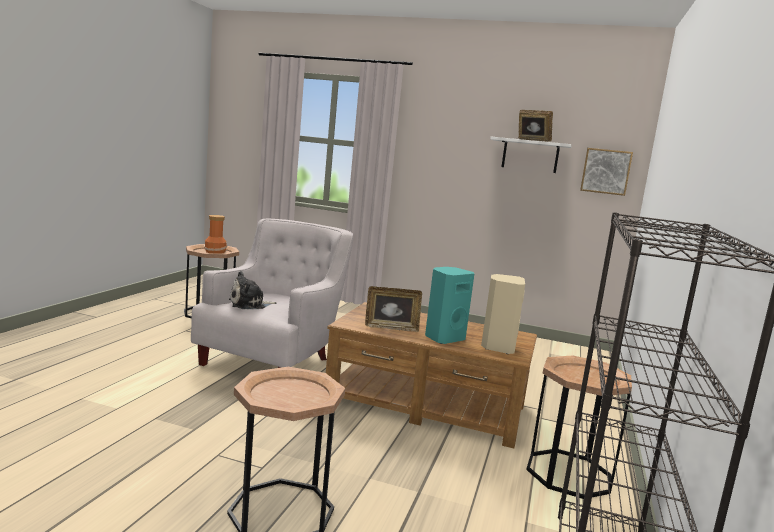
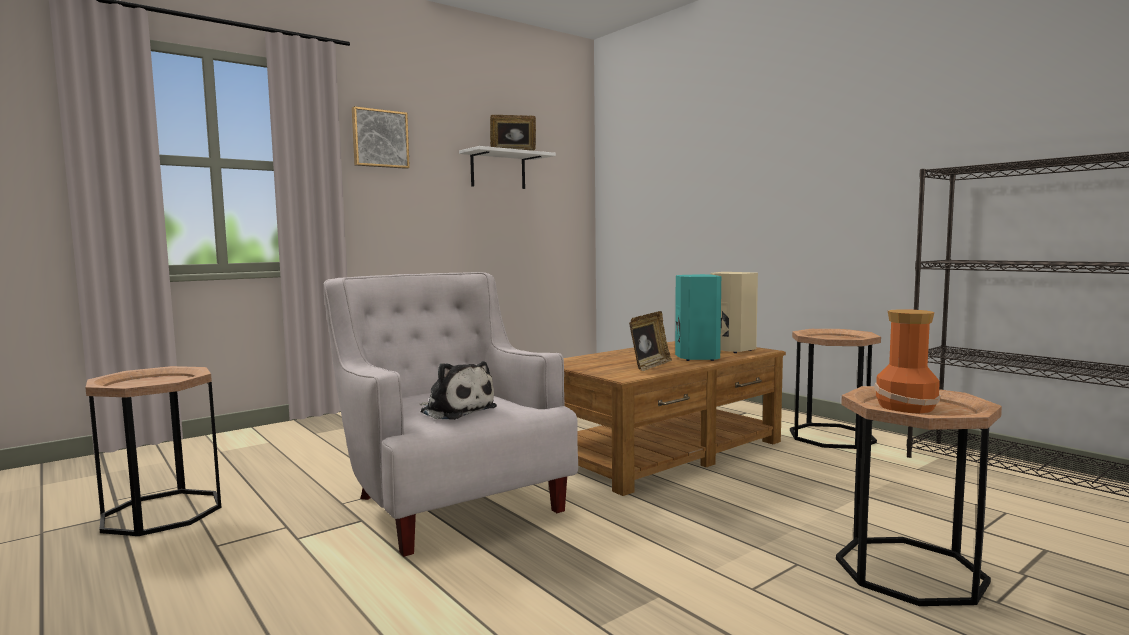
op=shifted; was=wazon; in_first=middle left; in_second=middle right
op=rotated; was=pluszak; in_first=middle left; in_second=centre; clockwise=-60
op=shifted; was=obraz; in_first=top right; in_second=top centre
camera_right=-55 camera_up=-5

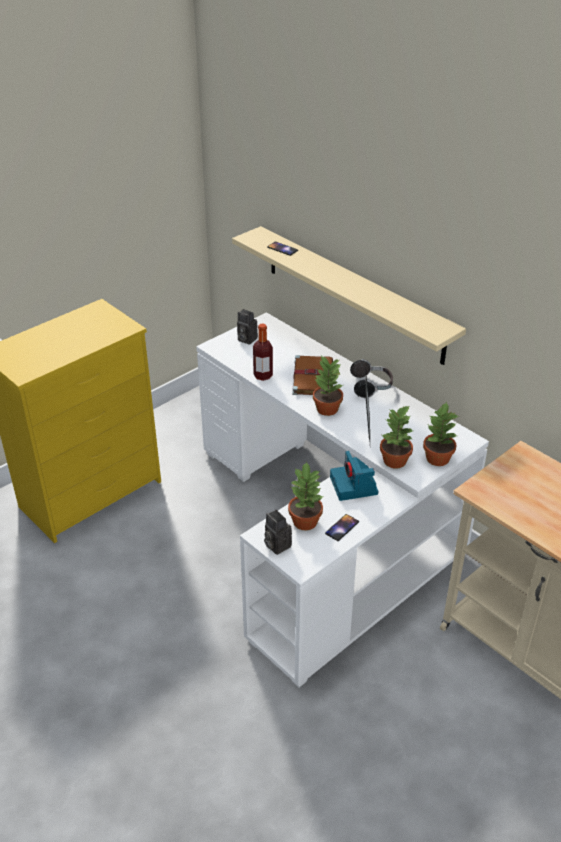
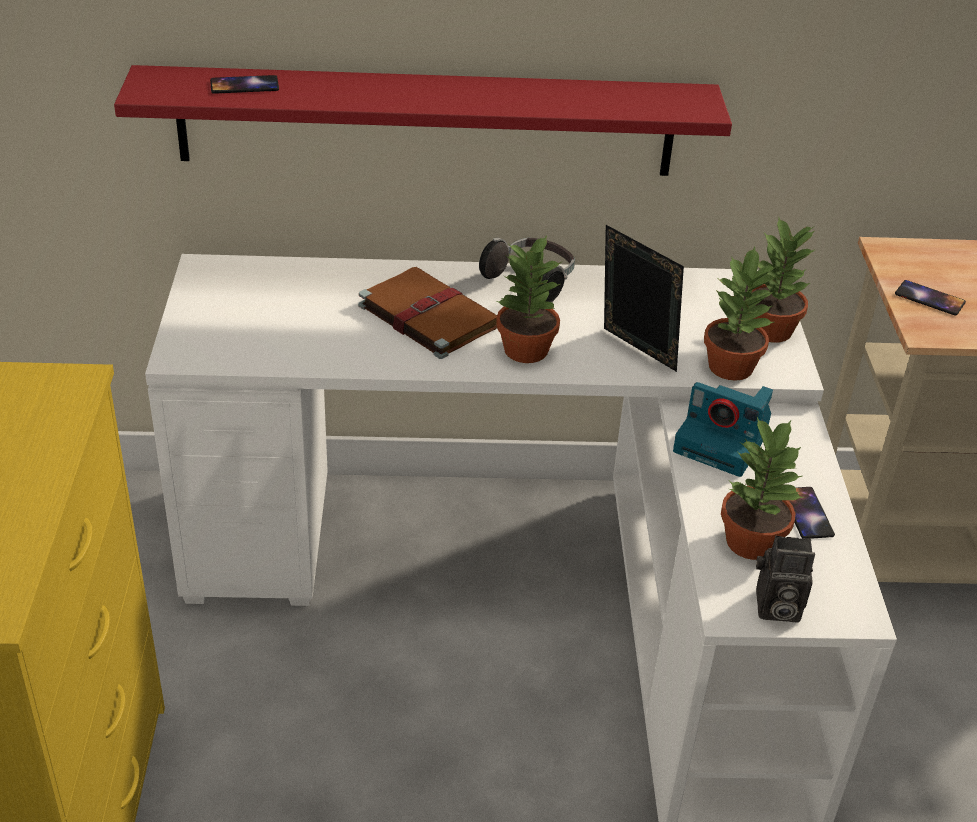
op=repainted; was=półka/beżowy; now=półka/czerwony; in_first=centre; in_second=top centre
op=gone; was=aparat fotograficzny (no. 1 from left); in_first=centre
op=gone; was=butelka; in_first=centre
op=new; now=telefon (no. 3 from left); in_second=middle right
camera_right=-50 camera_up=0

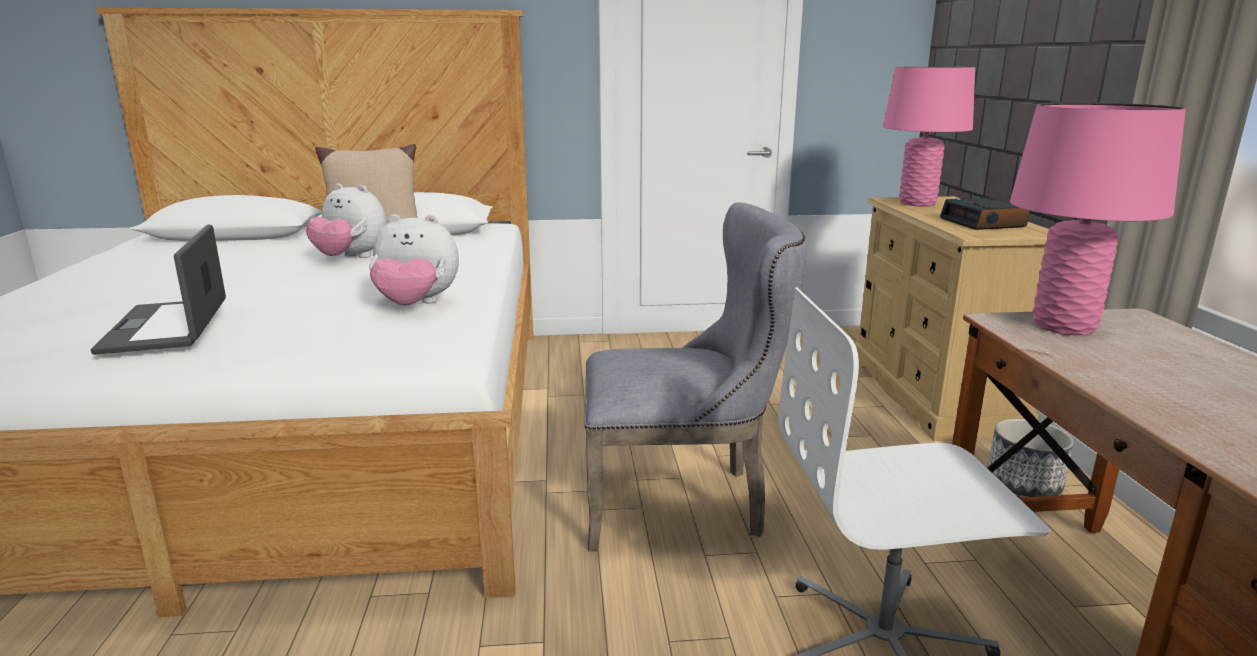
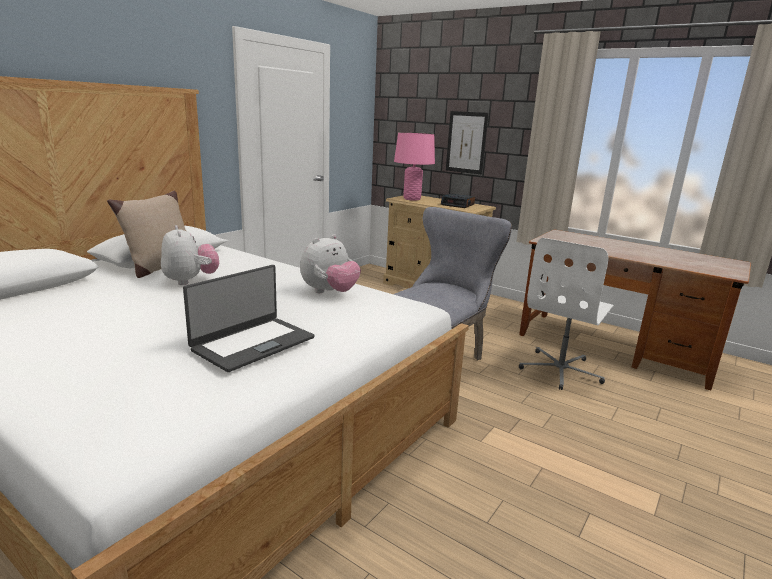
op=rotated; was=laptop; in_first=middle left; in_second=middle left; clockwise=-75
op=rotated; was=pluszak (no. 1 from left); in_first=middle left; in_second=middle left; clockwise=-90
op=gone; was=donica; in_first=bottom right
op=gone; was=lampa stołowa/różowy (no. 2 from left); in_first=middle right
op=new; now=obraz; in_second=top centre
camera_right=-50 camera_up=0

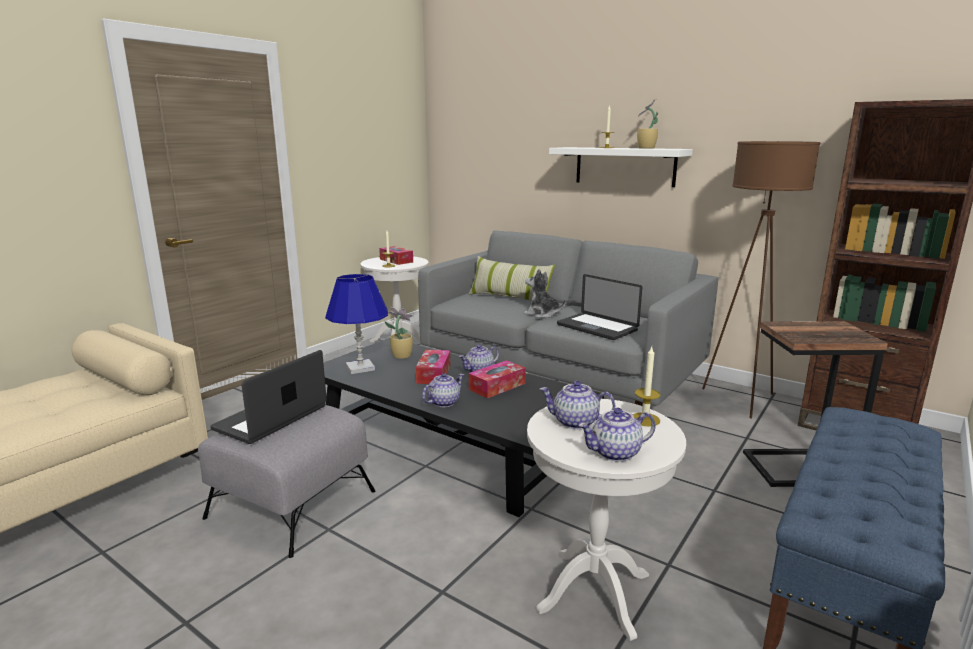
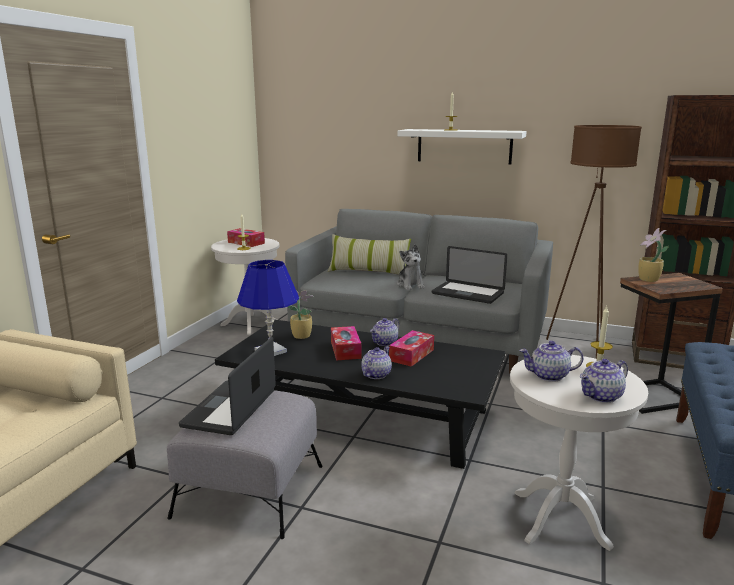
op=rotated; was=pluszak; in_first=centre; in_second=centre; clockwise=-120
op=shifted; was=roślina doniczkowa (no. 2 from left); in_first=top centre; in_second=middle right
camera_right=-15 camera_up=0

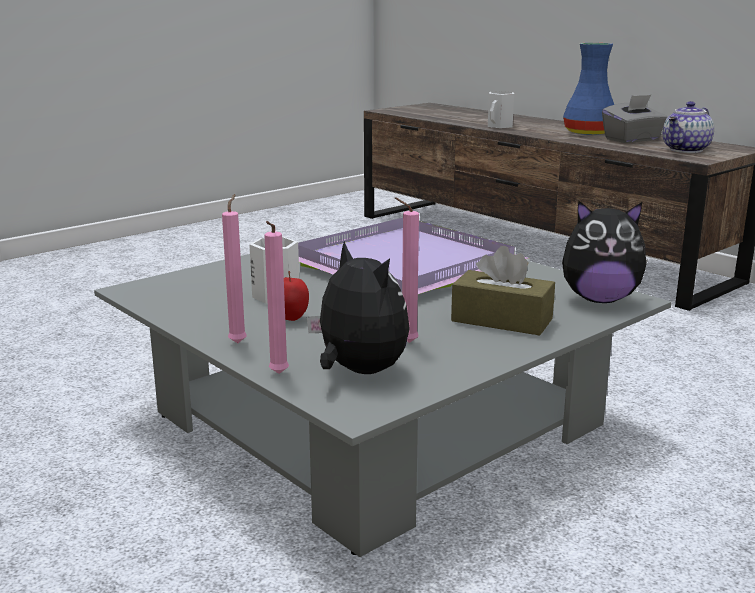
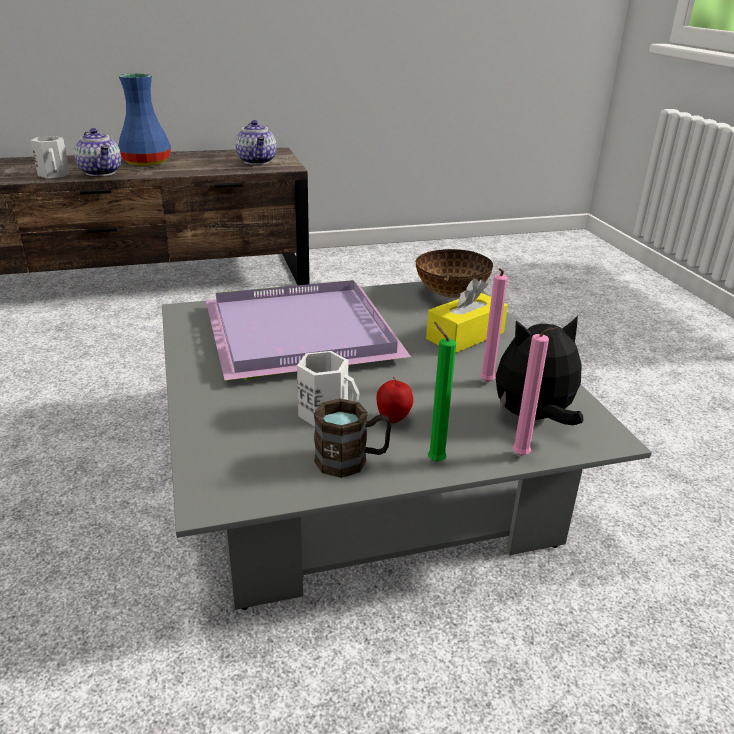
op=repainted; was=świeca/różowy (no. 1 from left); now=świeca/zielony; in_first=middle left; in_second=centre
op=repainted; was=pudełko chusteczek/brązowy; now=pudełko chusteczek/żółty; in_first=centre; in_second=centre
op=swapped; was=pluszak (no. 2 from left); now=miska; in_first=middle right; in_second=centre
op=gone; was=pudełko chusteczek/szary; in_first=top right
op=new; now=imbryk (no. 1 from left); in_second=top left
op=new; now=kubek/brązowy; in_second=centre
camera_right=-65 camera_up=10

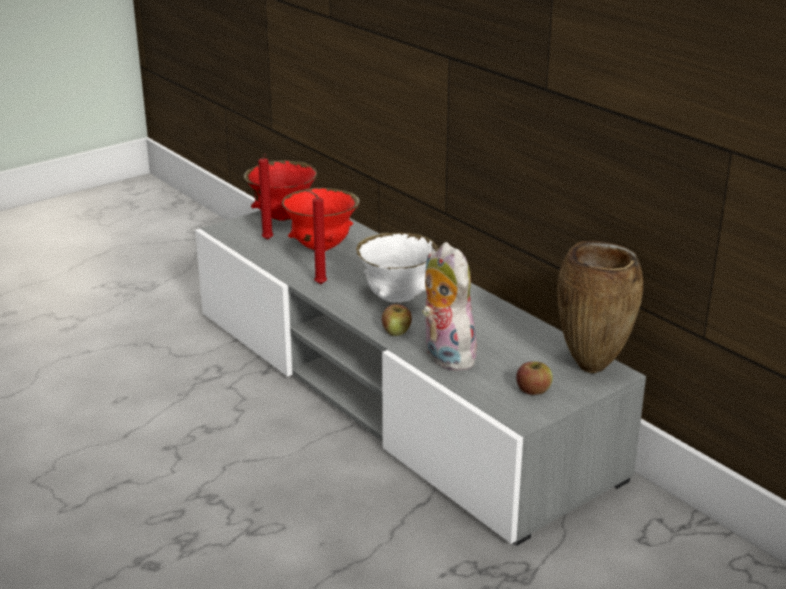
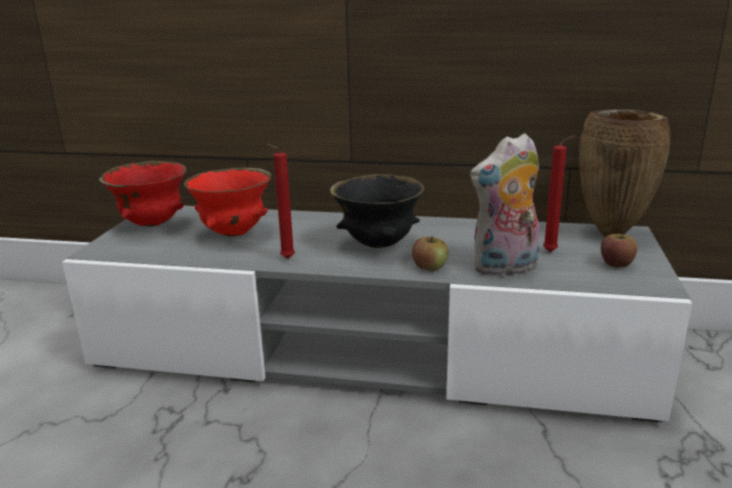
op=shifted; was=świeca/czerwony (no. 1 from left in the first image); now=świeca/czerwony (no. 2 from left); in_first=centre; in_second=middle right
op=repainted; was=miska/biały; now=miska/czarny; in_first=centre; in_second=centre
op=rotated; was=pluszak; in_first=centre; in_second=middle right; clockwise=-45
camera_right=-40 camera_up=-5

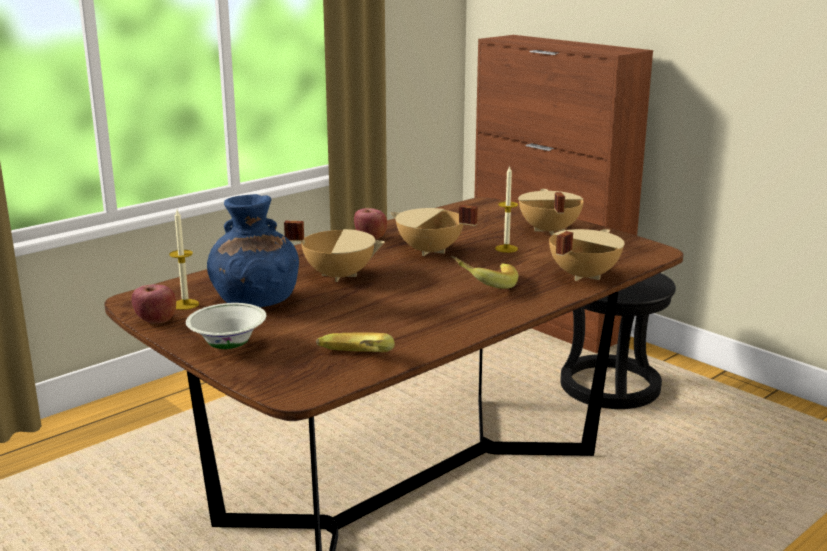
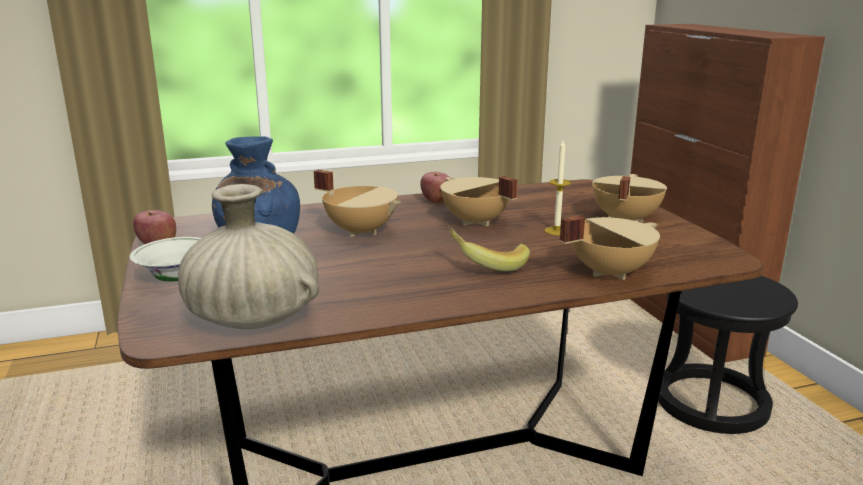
op=gone; was=świeca (no. 1 from left); in_first=middle left
op=swapped; was=banan (no. 1 from left); now=wazon/beżowy; in_first=centre; in_second=middle left
camera_right=25 camera_up=0

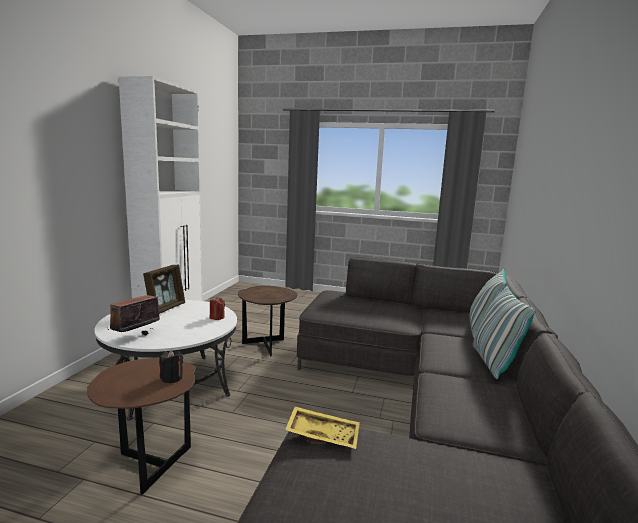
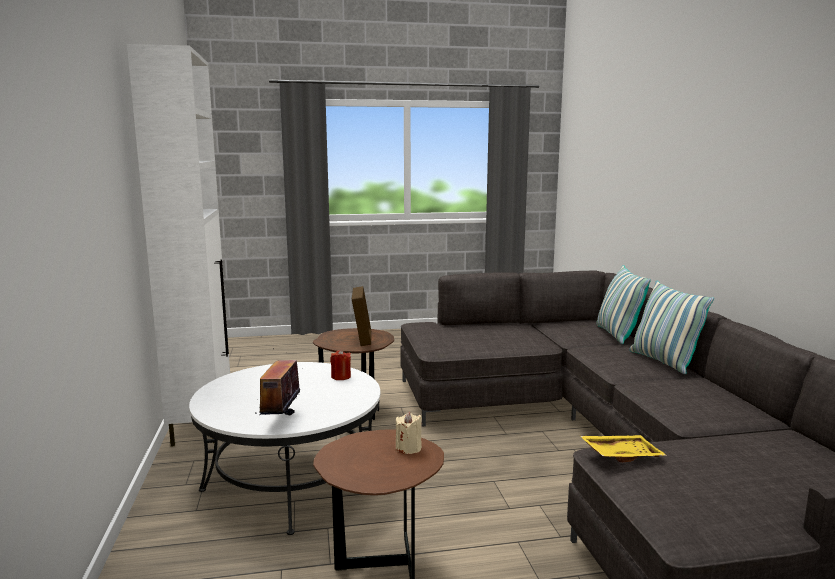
op=shifted; was=ramka na zdjęcie; in_first=middle left; in_second=centre
op=repainted; was=świeca/czarny; now=świeca/beżowy; in_first=bottom left; in_second=bottom centre
camera_right=-25 camera_up=0

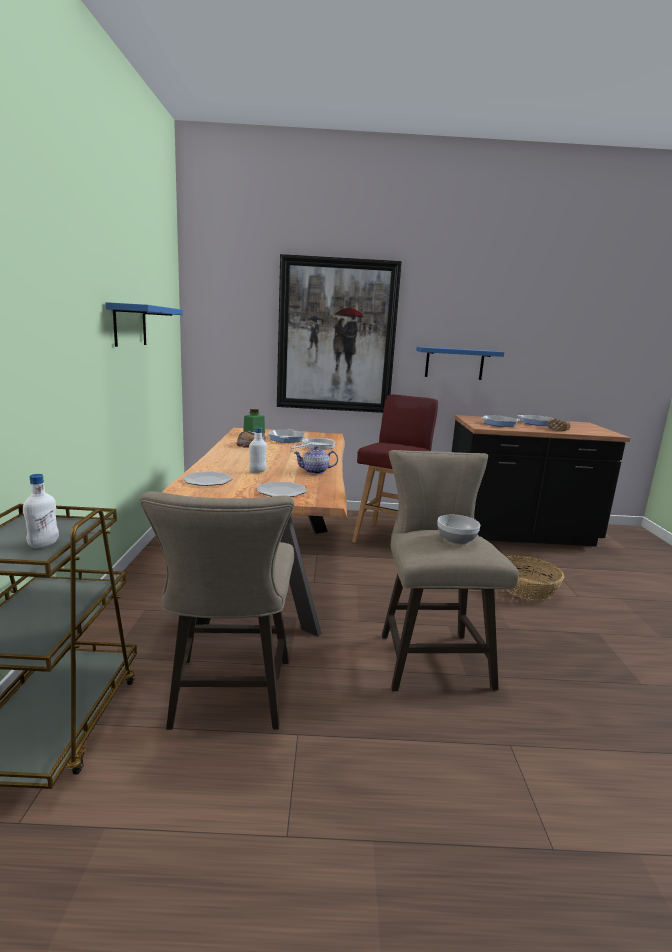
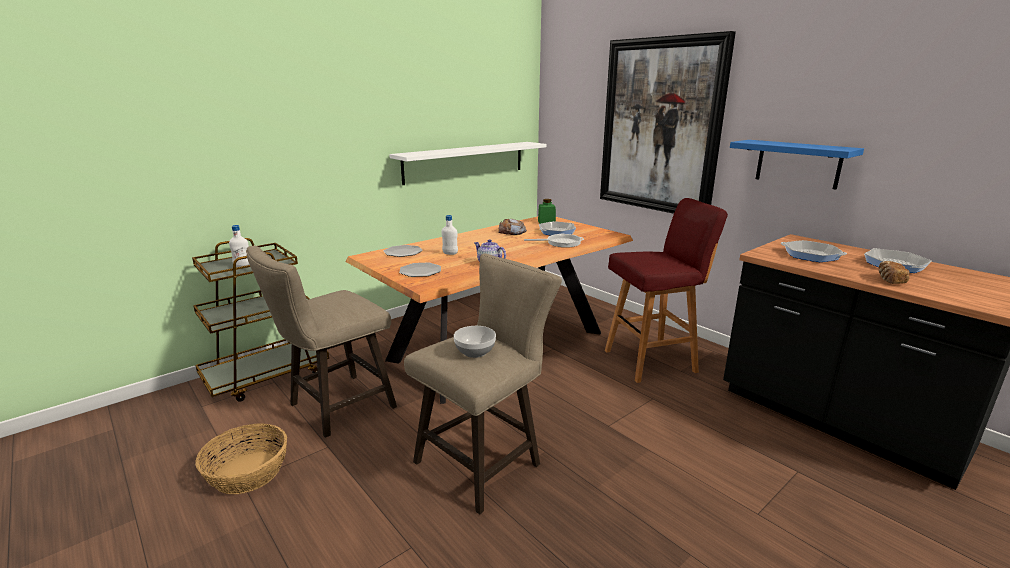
op=gone; was=półka/niebieski (no. 1 from left); in_first=middle left
op=shifted; was=koszyk; in_first=middle right; in_second=bottom left
op=new; now=półka/biały; in_second=top centre
camera_right=50 camera_up=5

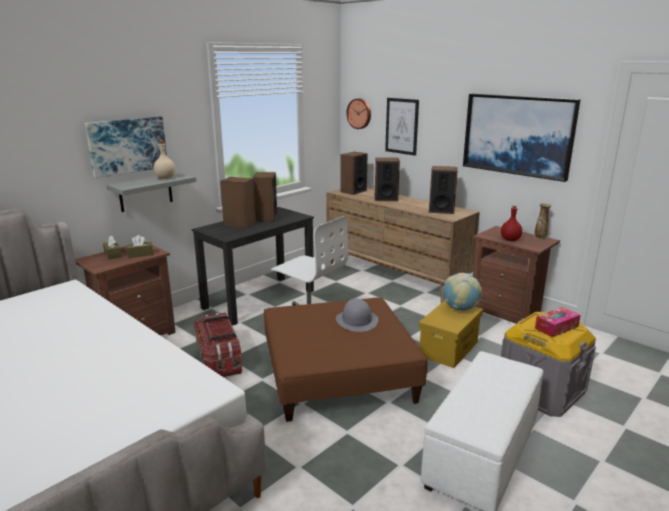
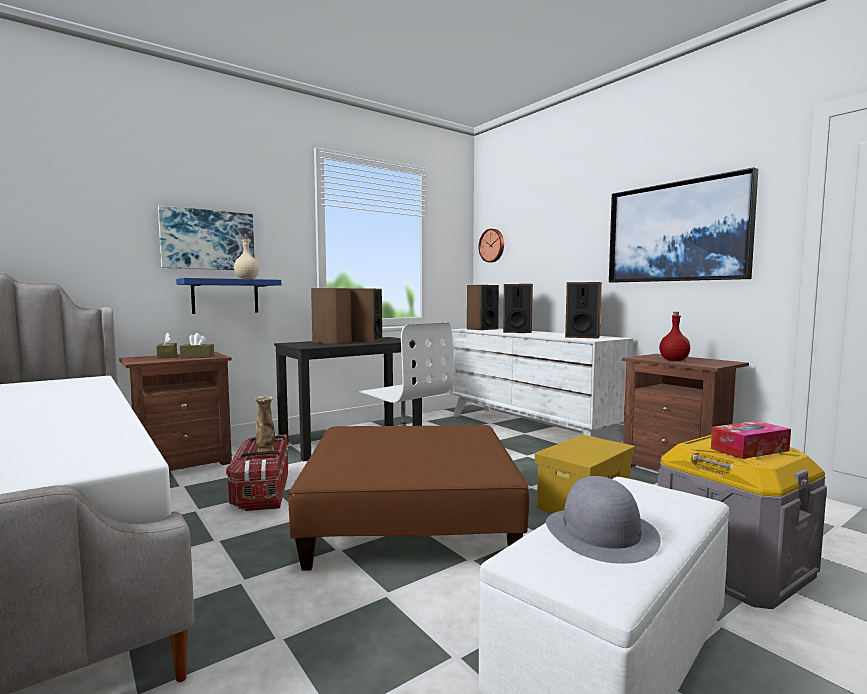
op=repainted; was=półka/szary; now=półka/niebieski; in_first=middle left; in_second=middle left
op=repainted; was=komoda/brązowy; now=komoda/biały; in_first=centre; in_second=centre
op=shifted; was=kapelusz/szary; in_first=centre; in_second=bottom right
op=gone; was=obraz (no. 2 from left); in_first=top centre
op=gone; was=globus; in_first=middle right
op=shifted; was=wazon; in_first=middle right; in_second=middle left
camera_right=10 camera_up=-15

